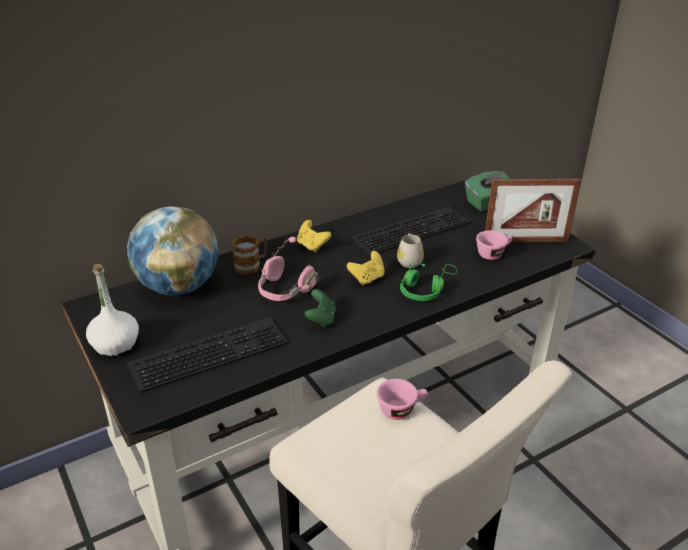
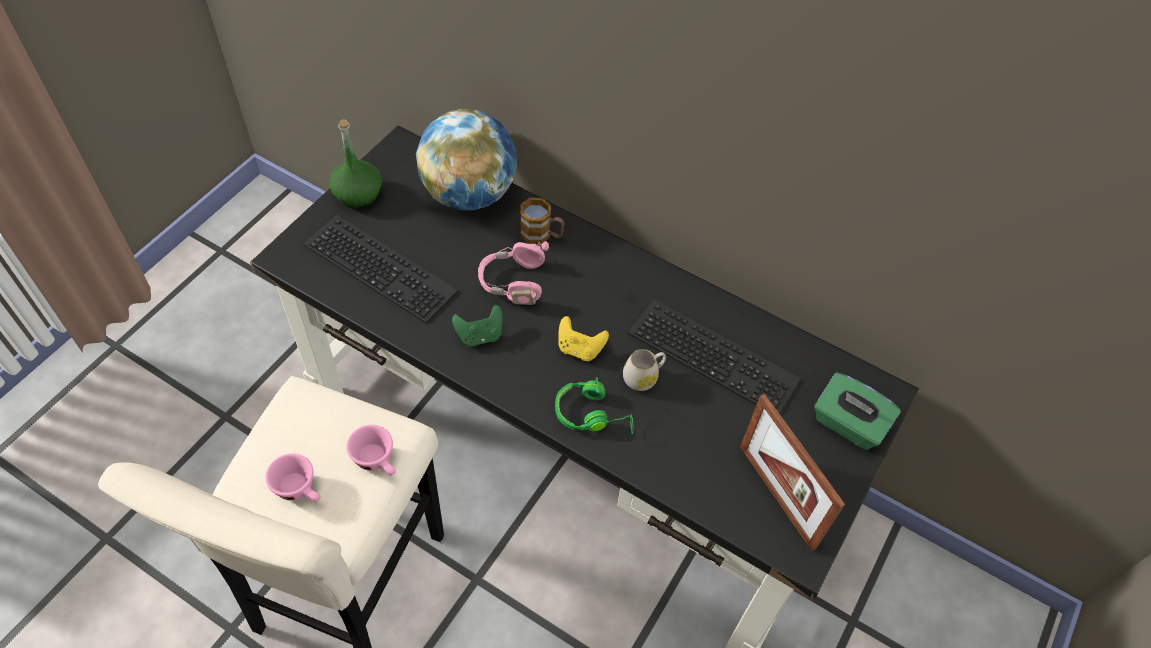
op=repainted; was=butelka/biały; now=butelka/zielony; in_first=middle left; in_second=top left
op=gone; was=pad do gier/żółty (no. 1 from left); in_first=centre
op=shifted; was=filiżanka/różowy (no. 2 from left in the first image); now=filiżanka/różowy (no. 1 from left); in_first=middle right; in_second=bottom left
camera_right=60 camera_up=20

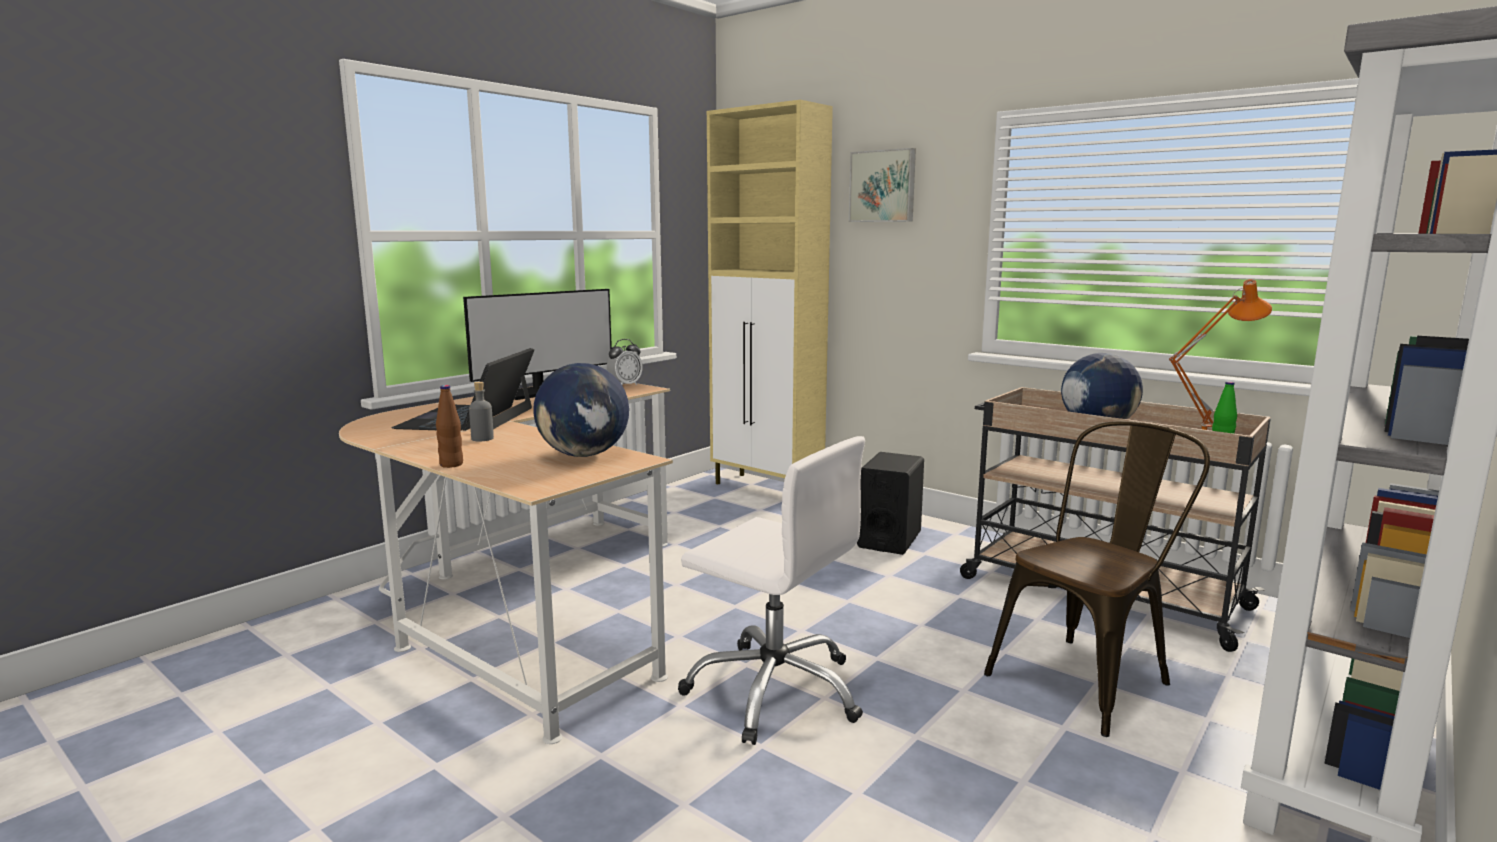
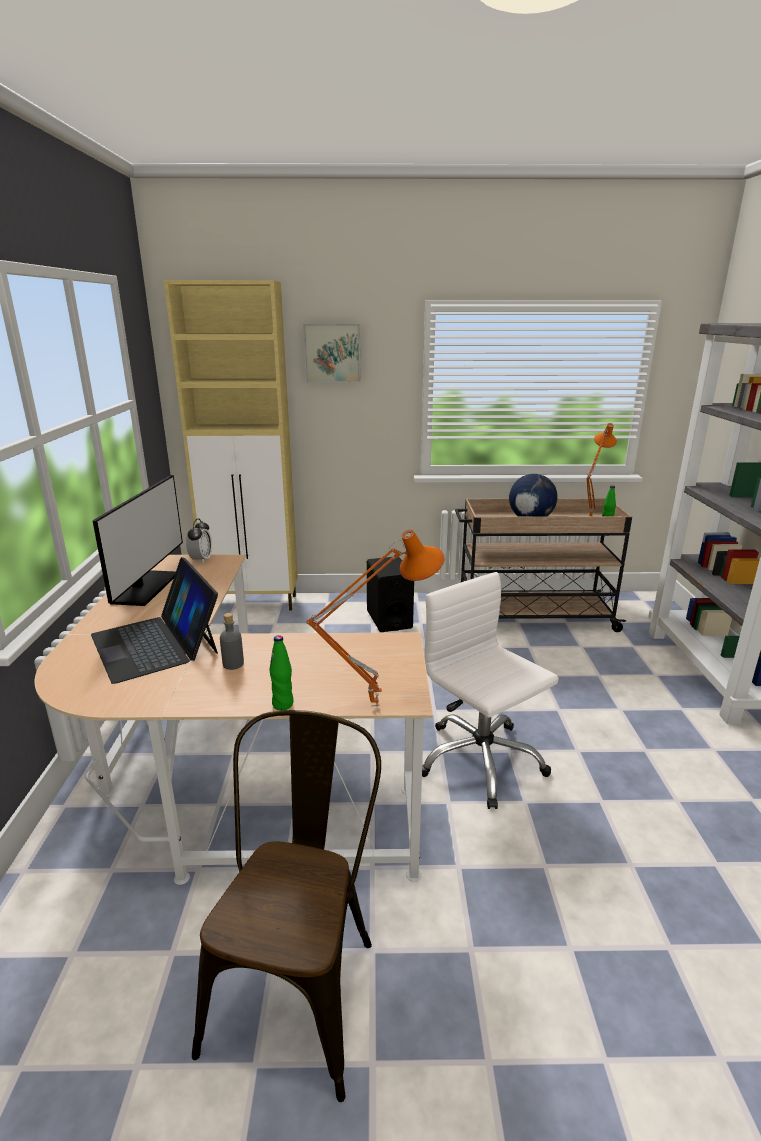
op=repainted; was=butelka/brązowy; now=butelka/zielony (no. 1 from left); in_first=middle left; in_second=centre
op=gone; was=globus (no. 1 from left); in_first=centre
op=rotated; was=krzesło biurowe/biały; in_first=bottom centre; in_second=centre; clockwise=-120
op=shifted; was=krzesło/brązowy; in_first=bottom right; in_second=bottom centre
op=new; now=lampa stołowa/pomarańczowy (no. 1 from left); in_second=centre
camera_right=-40 camera_up=10

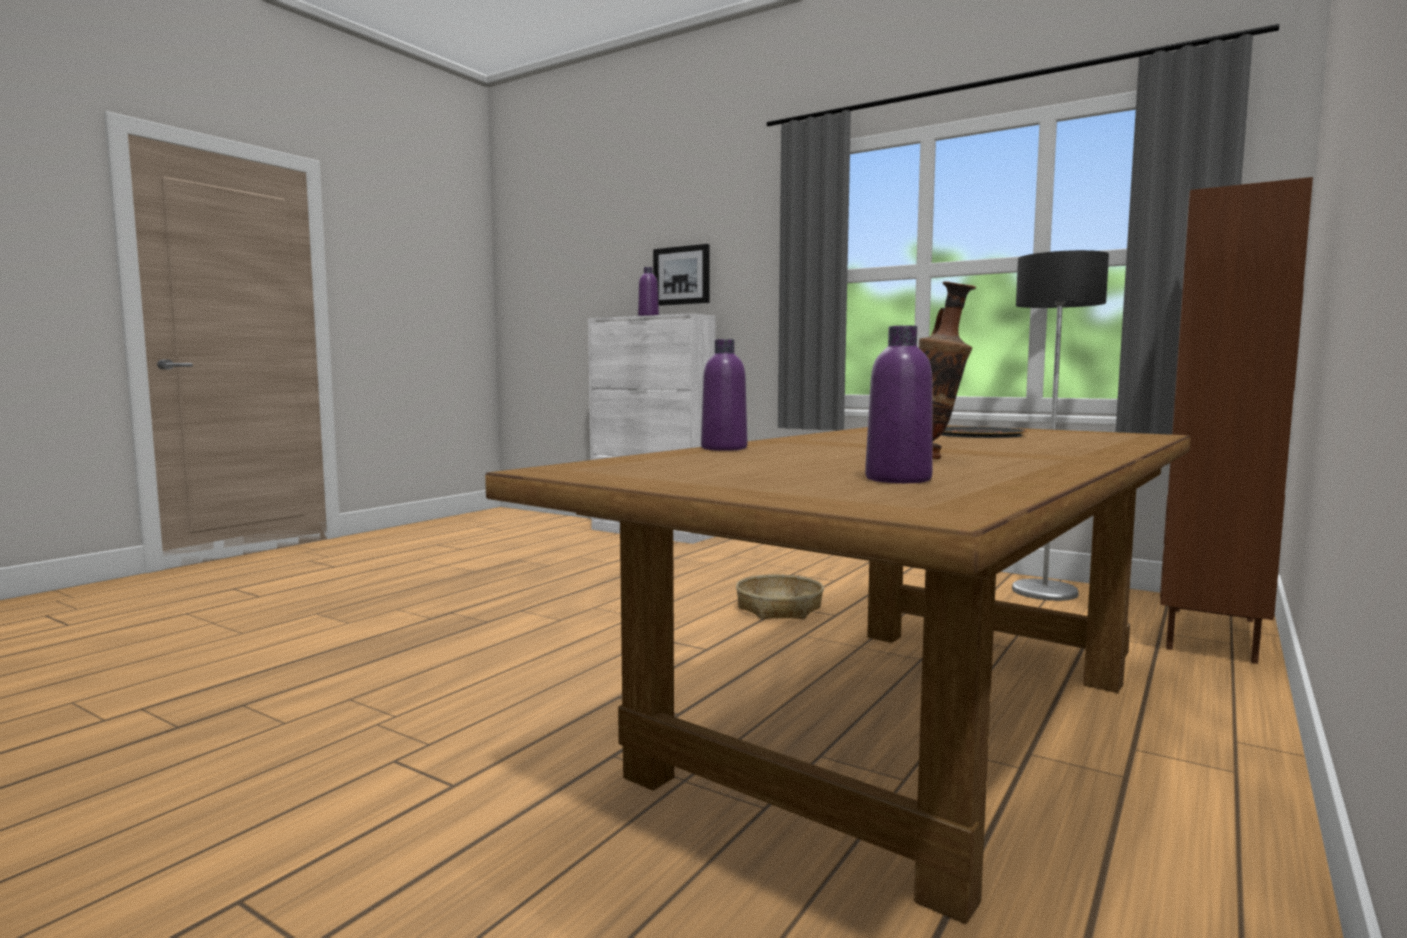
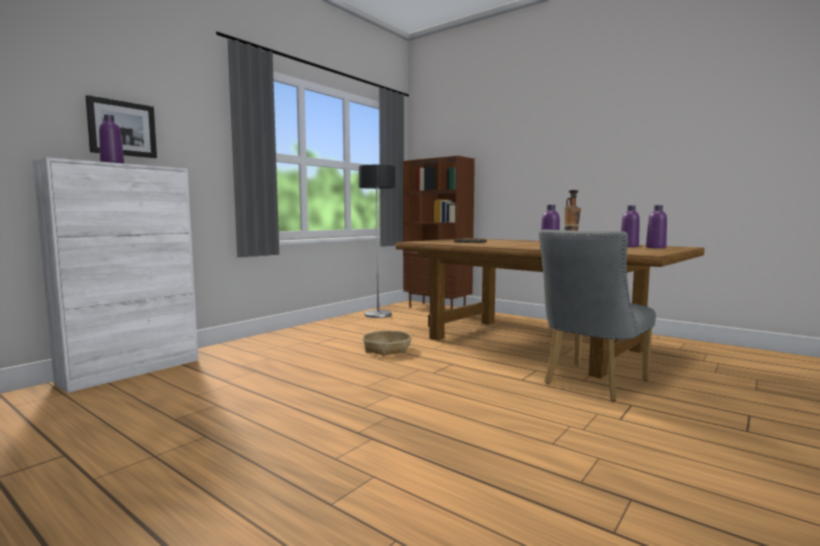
op=new; now=krzesło/szary; in_second=middle right
op=new; now=butelka/fioletowy (no. 4 from left); in_second=middle right
camera_right=-85 camera_up=0

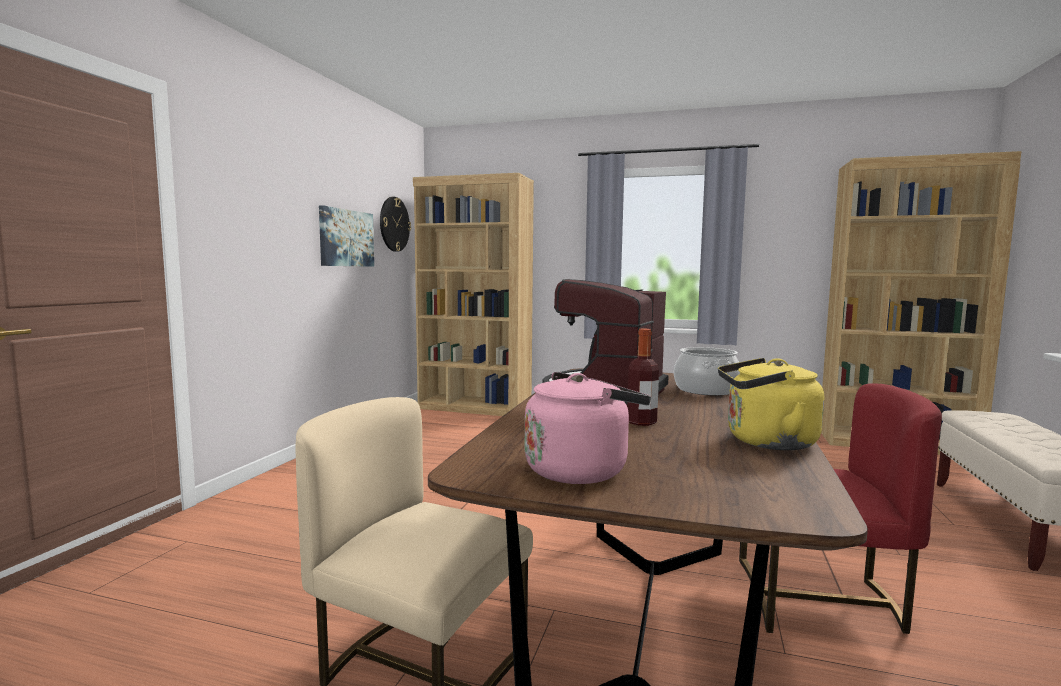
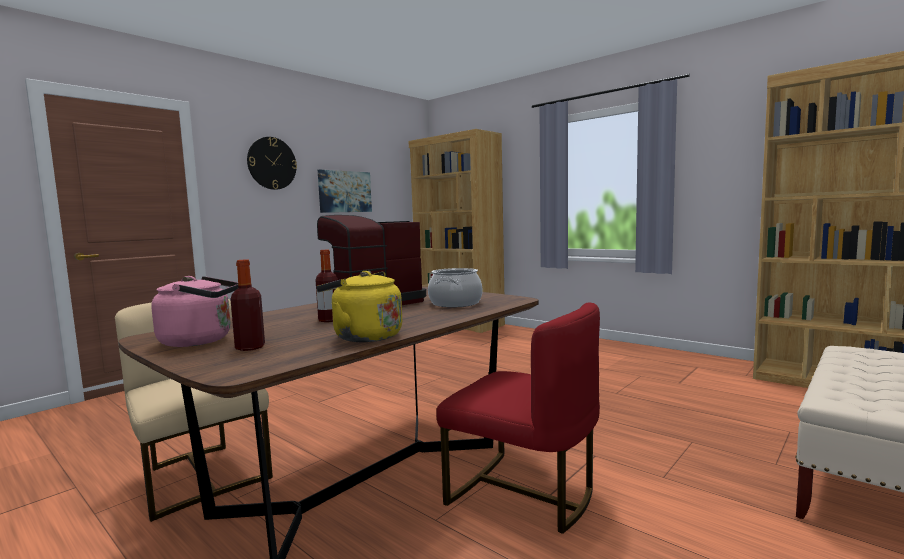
op=shifted; was=zegar ścienny; in_first=top centre; in_second=top left
op=new; now=butelka (no. 1 from left); in_second=middle left
camera_right=25 camera_up=0

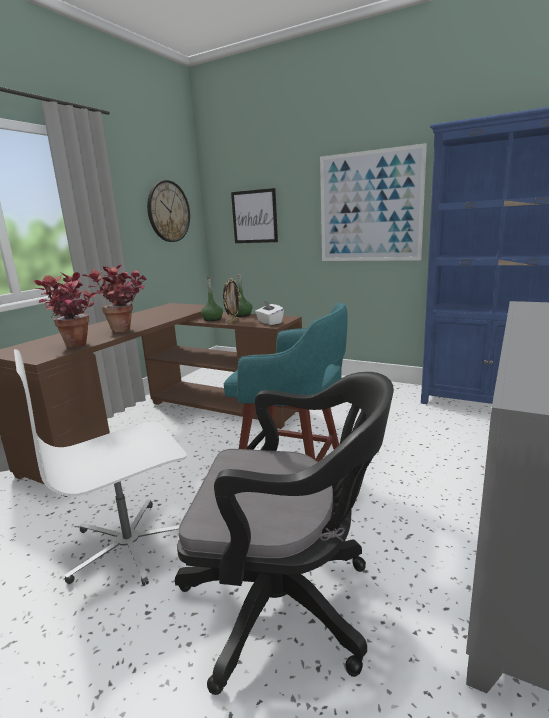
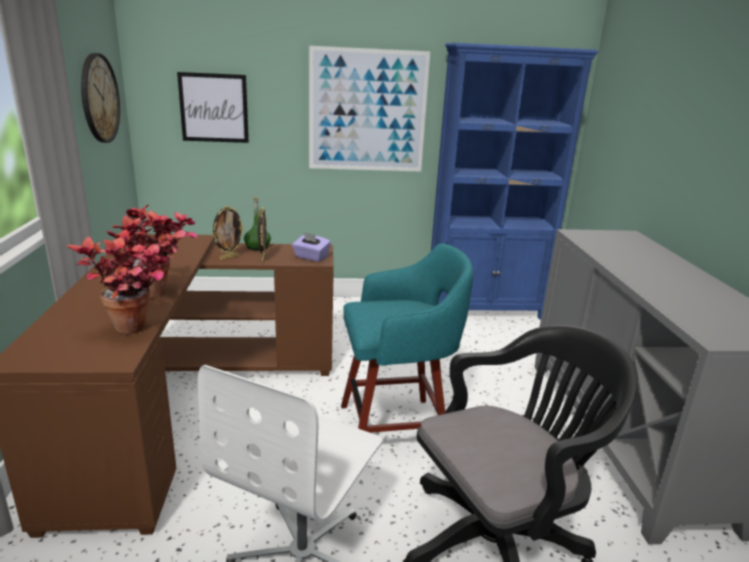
op=swapped; was=butelka/zielony (no. 1 from left); now=ramka na zdjęcie (no. 1 from left); in_first=centre; in_second=middle left
op=repainted; was=pudełko chusteczek/biały; now=pudełko chusteczek/fioletowy; in_first=centre; in_second=centre
camera_right=-35 camera_up=5

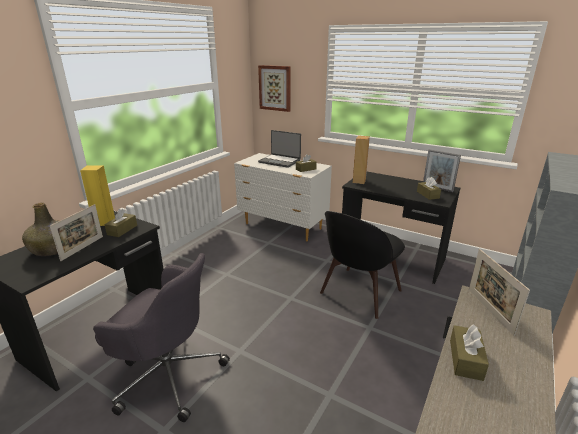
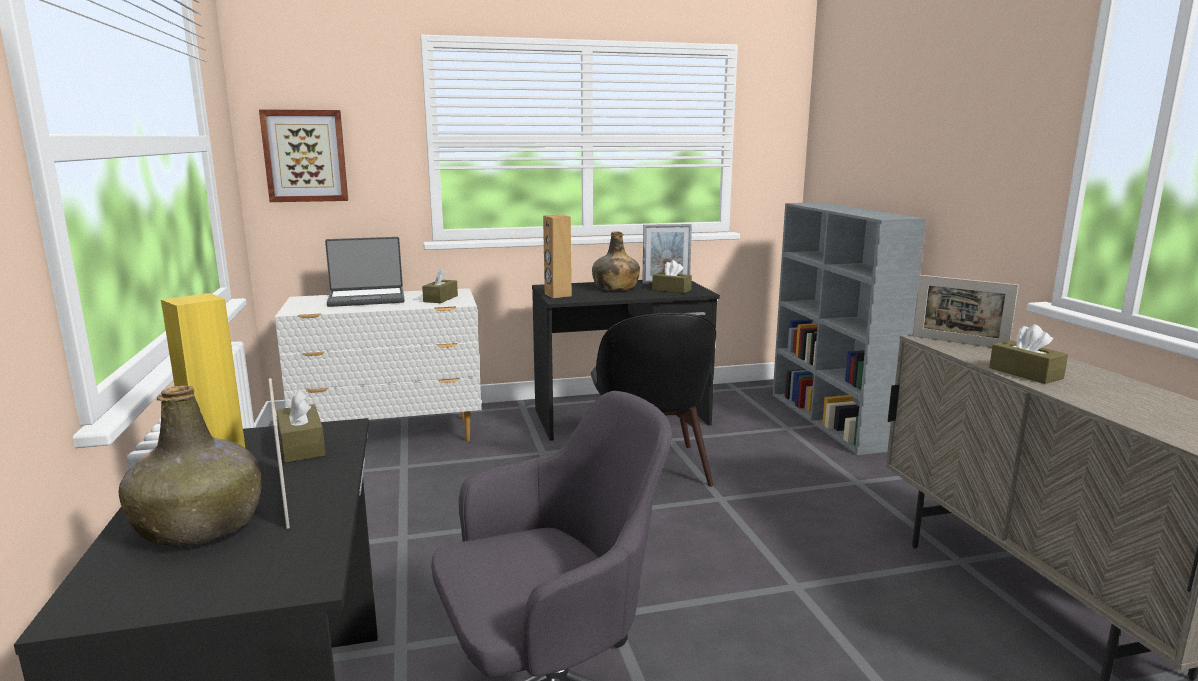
op=new; now=butelka/zielony (no. 2 from left); in_second=centre
camera_right=-45 camera_up=-10

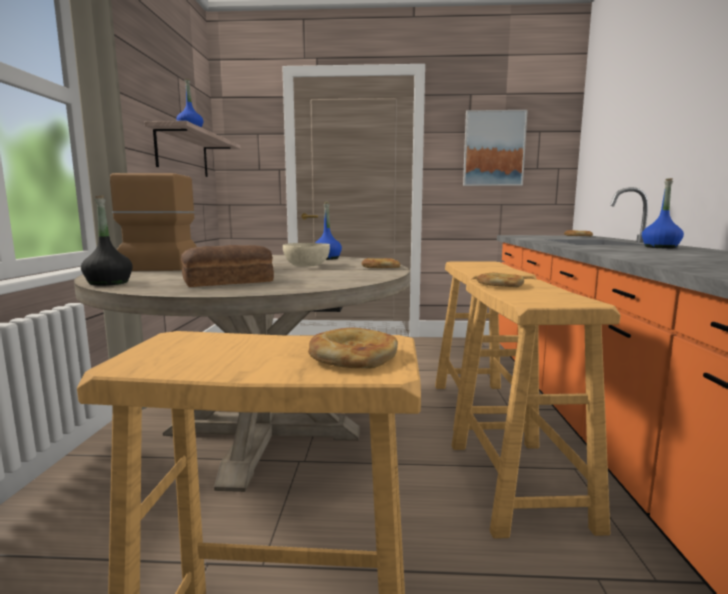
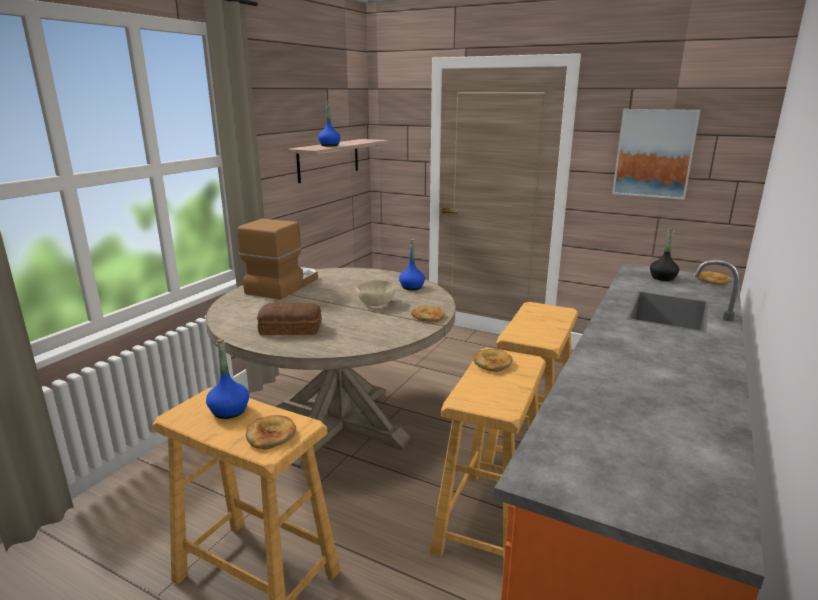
op=shifted; was=butelka/czarny; in_first=middle left; in_second=middle right
op=shifted; was=butelka/niebieski (no. 3 from left in the first image); now=butelka/niebieski (no. 1 from left); in_first=middle right; in_second=middle left
camera_right=25 camera_up=10

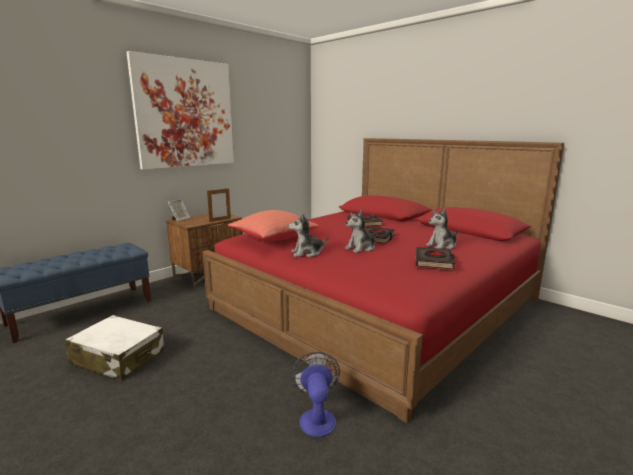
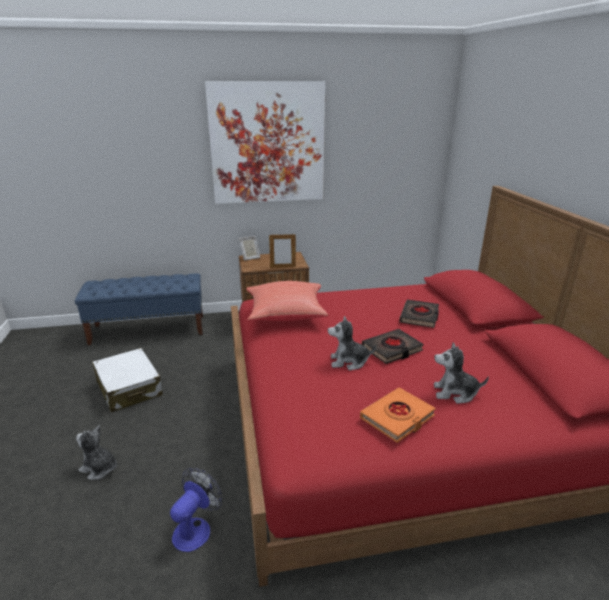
op=shifted; was=pluszak (no. 1 from left); in_first=centre; in_second=bottom left
op=repainted; was=książka/czarny (no. 3 from left); now=książka/pomarańczowy; in_first=middle right; in_second=bottom centre
camera_right=35 camera_up=10

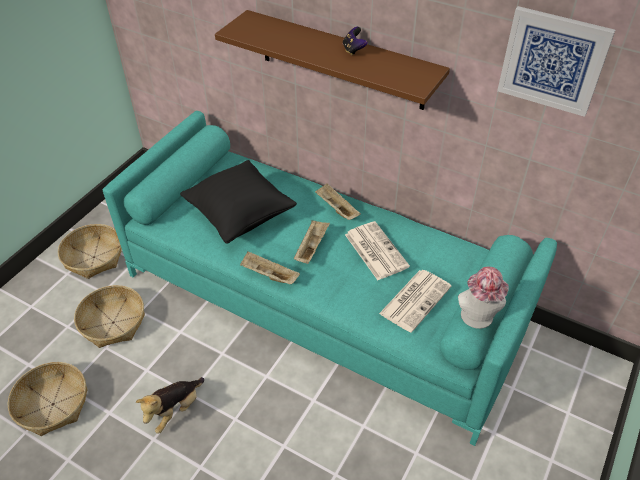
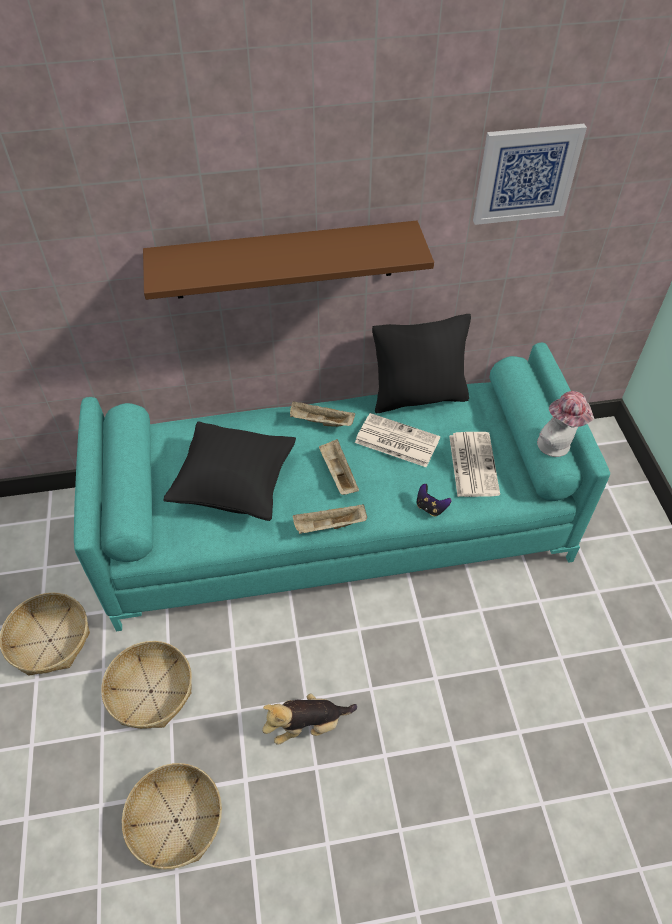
op=rotated; was=pluszak; in_first=bottom left; in_second=bottom centre; clockwise=75
op=shifted; was=pad do gier; in_first=top centre; in_second=centre
op=new; now=poduszka/czarny (no. 2 from left); in_second=centre
camera_right=-40 camera_up=5

